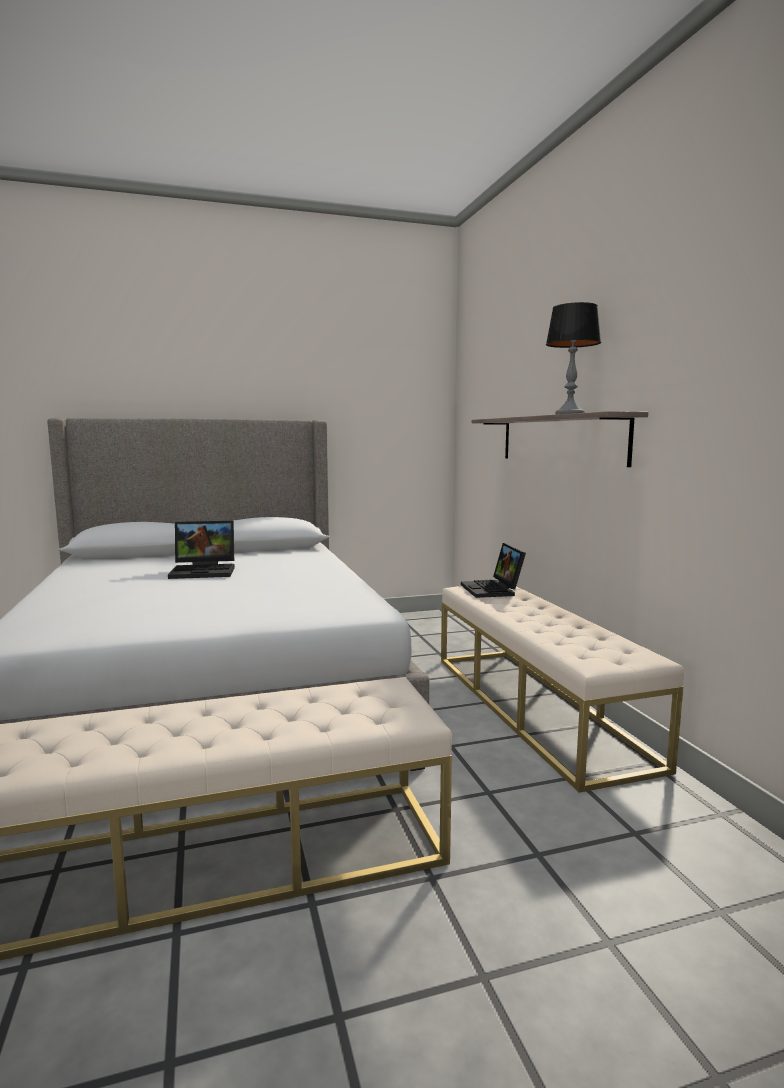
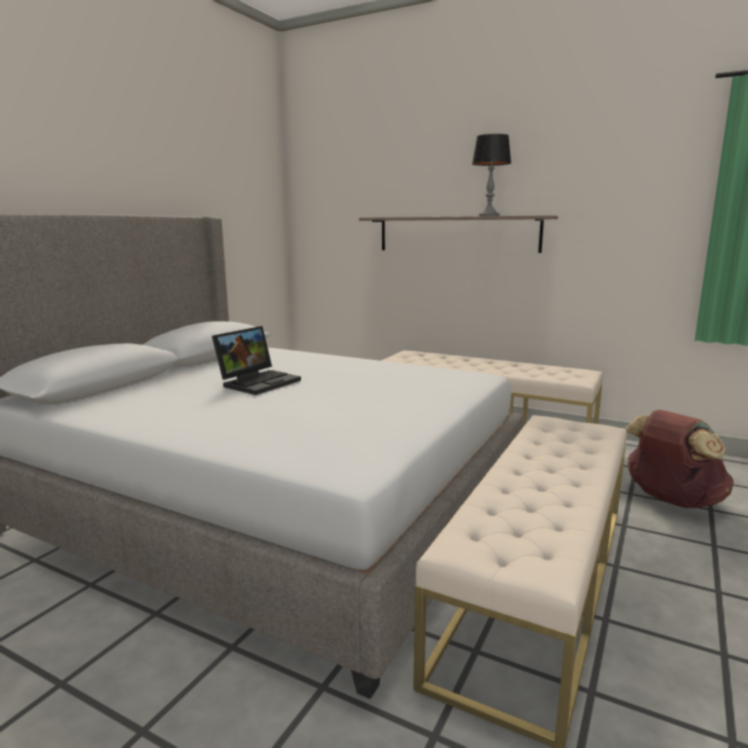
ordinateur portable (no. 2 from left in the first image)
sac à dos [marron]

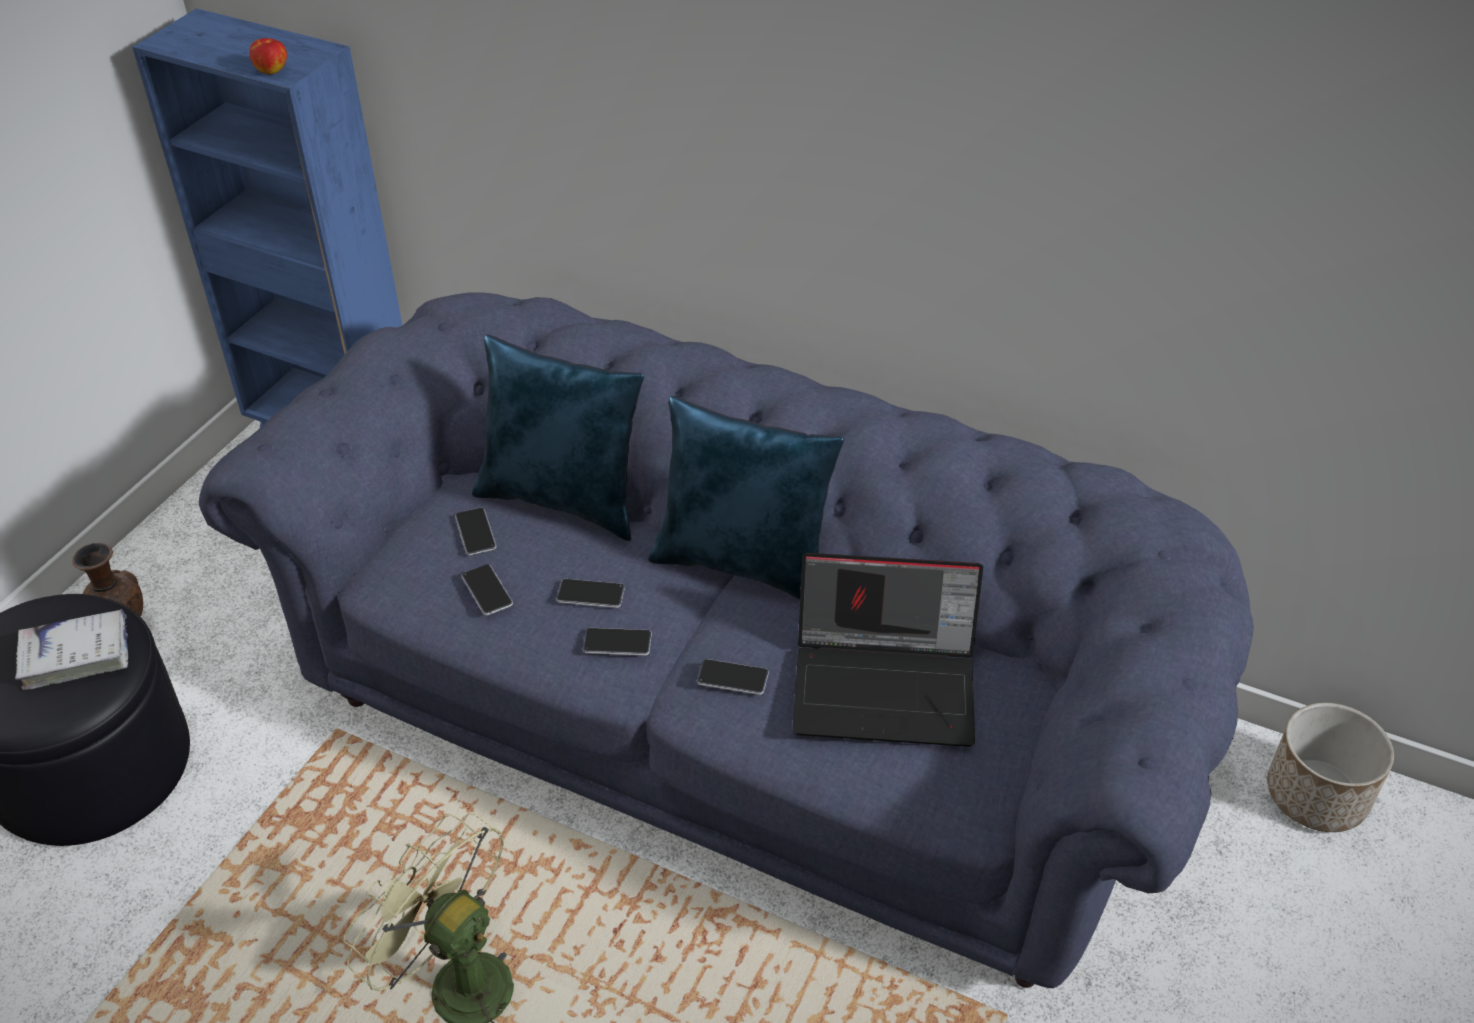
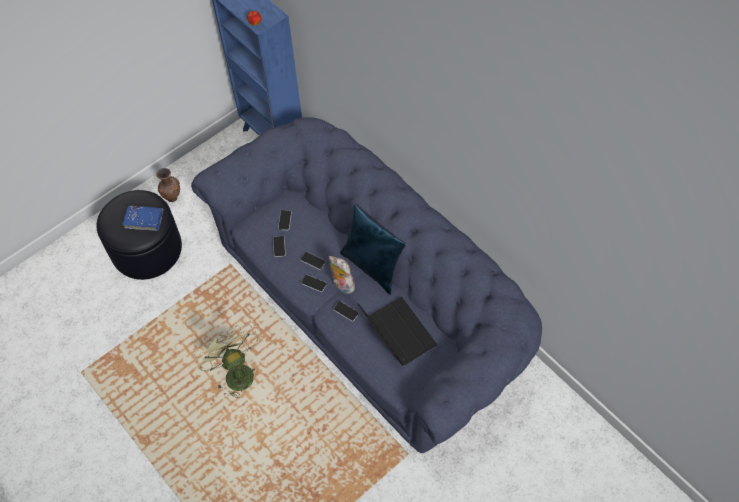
coussin [bleu] (no. 1 from left in the first image)
cache-pot
peluche
livre [bleu]
ordinateur portable

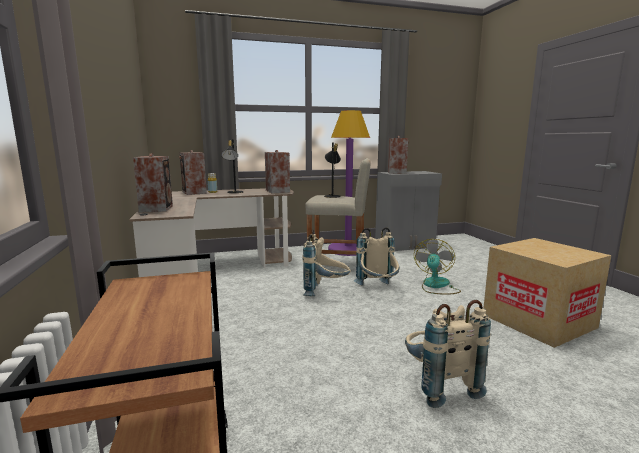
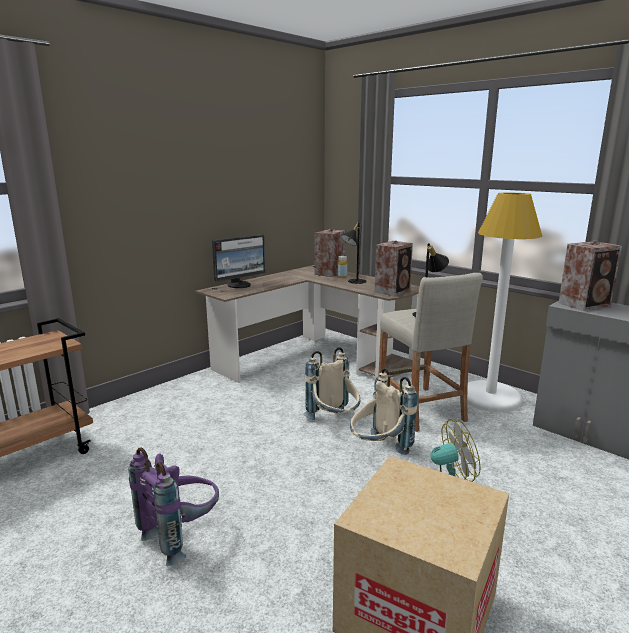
écran d'ordinateur
lampadaire [blanc]
sac à dos [violet]

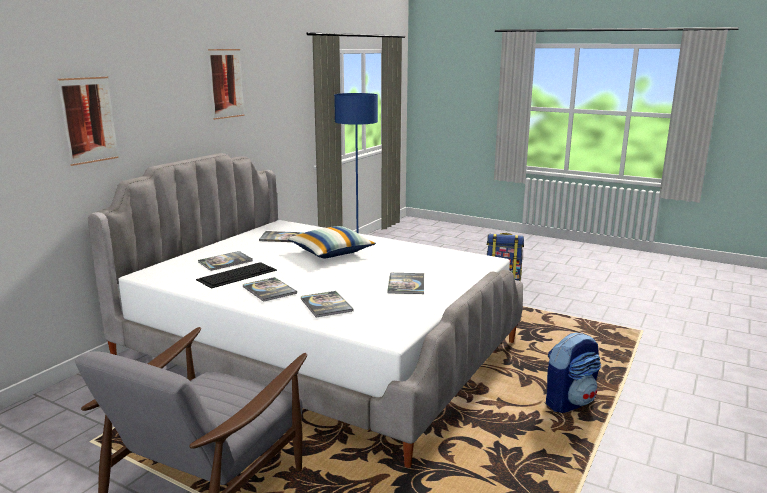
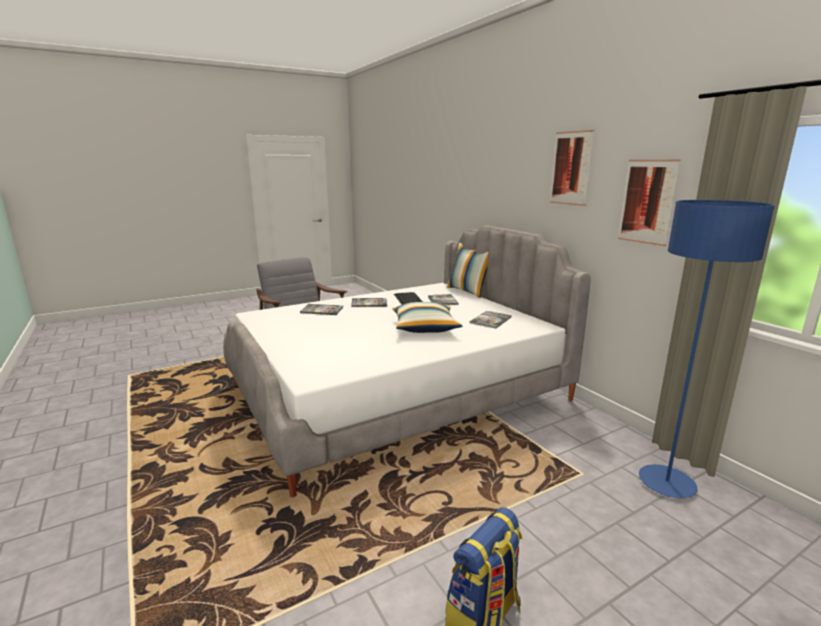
livre (no. 5 from left in the first image)
sac à dos (no. 2 from left in the first image)
coussin (no. 2 from left)
tableau (no. 2 from left)

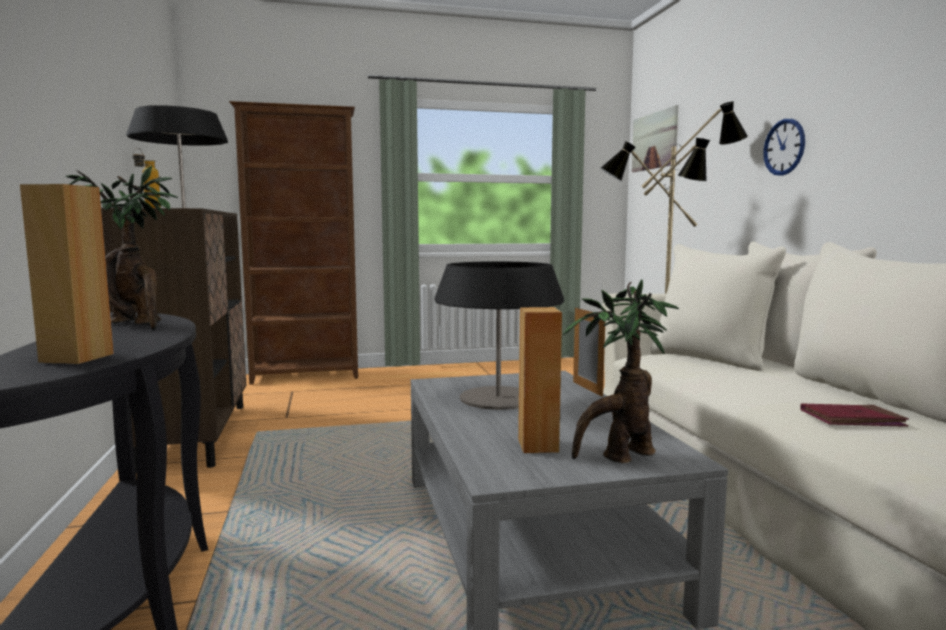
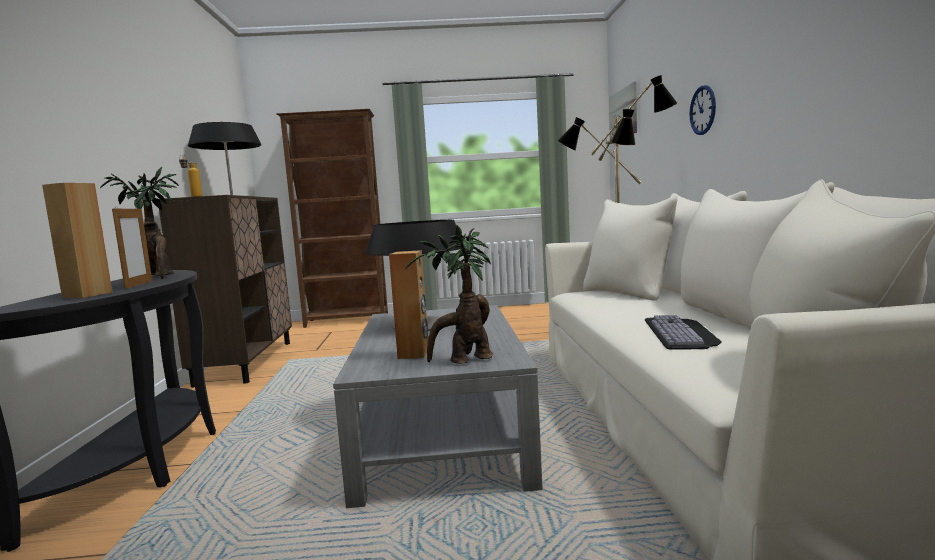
cadre photo
clavier

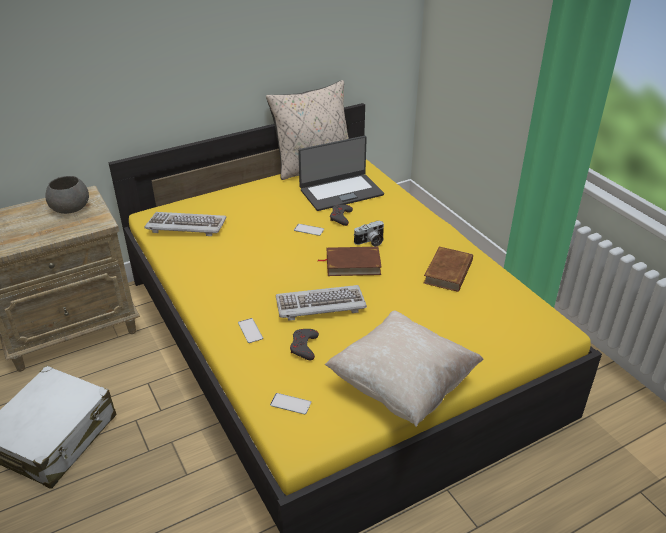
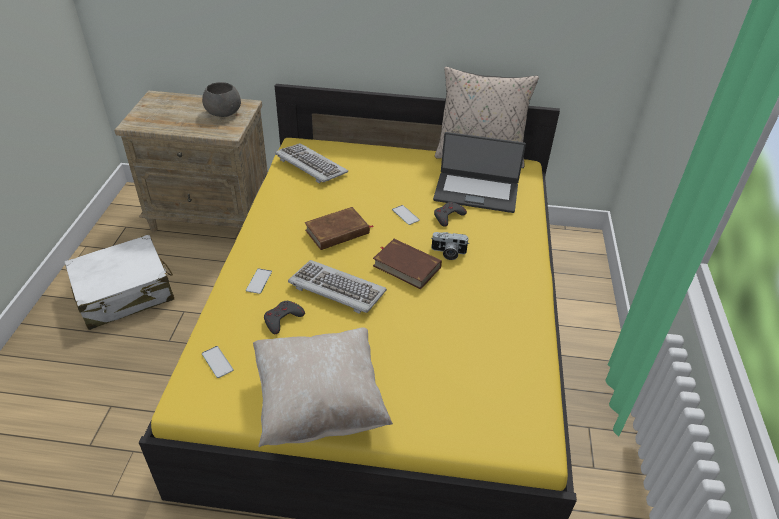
livre [marron] (no. 1 from left)

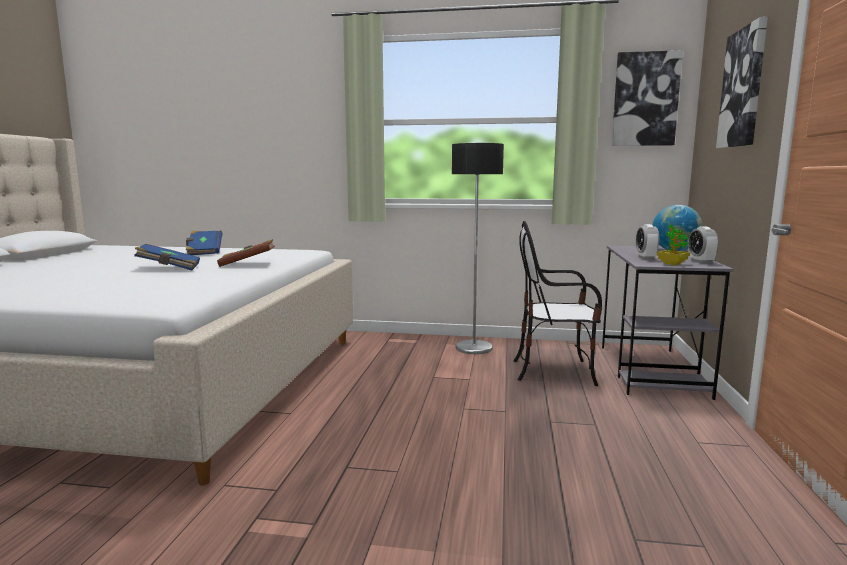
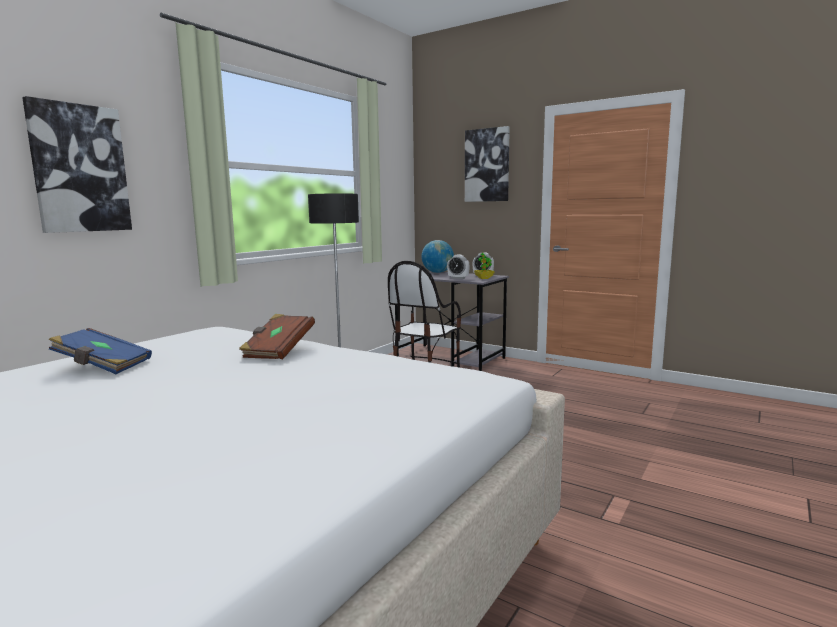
livre [bleu] (no. 1 from left in the first image)
tableau (no. 1 from left)

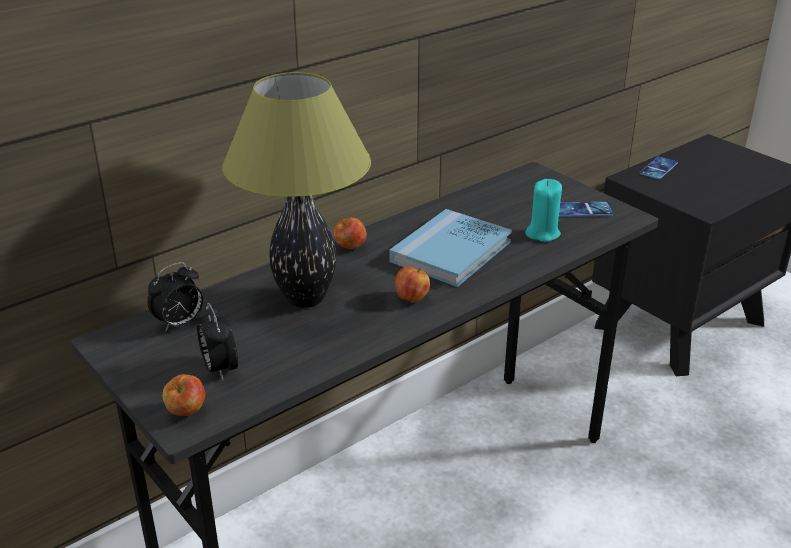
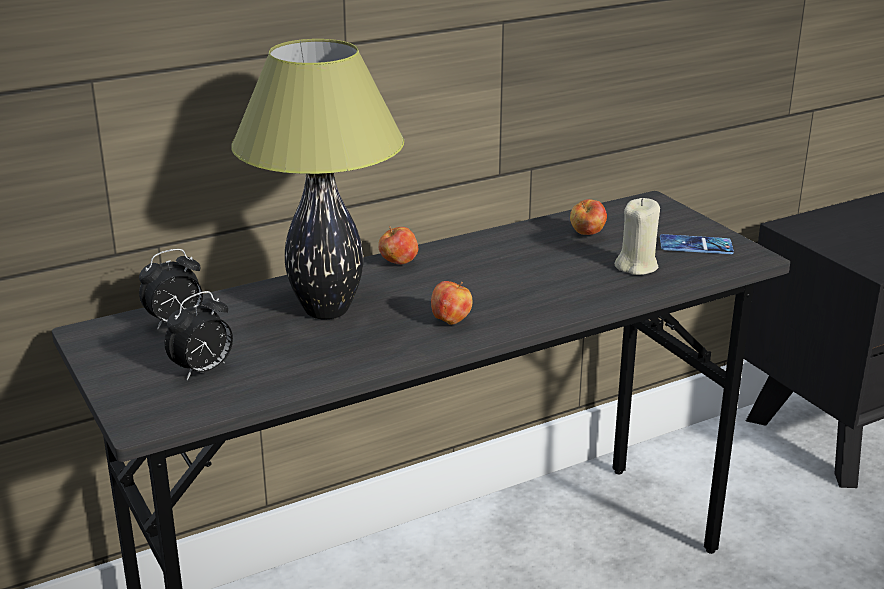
livre [bleu]
téléphone (no. 2 from left in the first image)
pomme (no. 3 from left)
bougie [beige]
réveil (no. 2 from left)

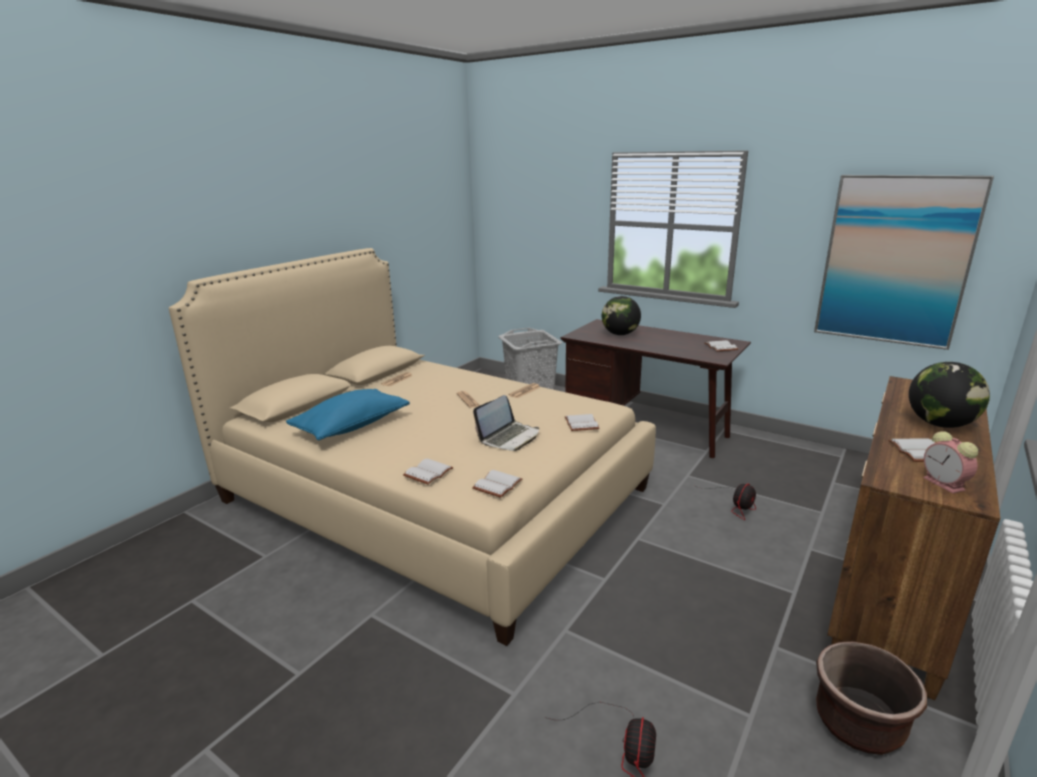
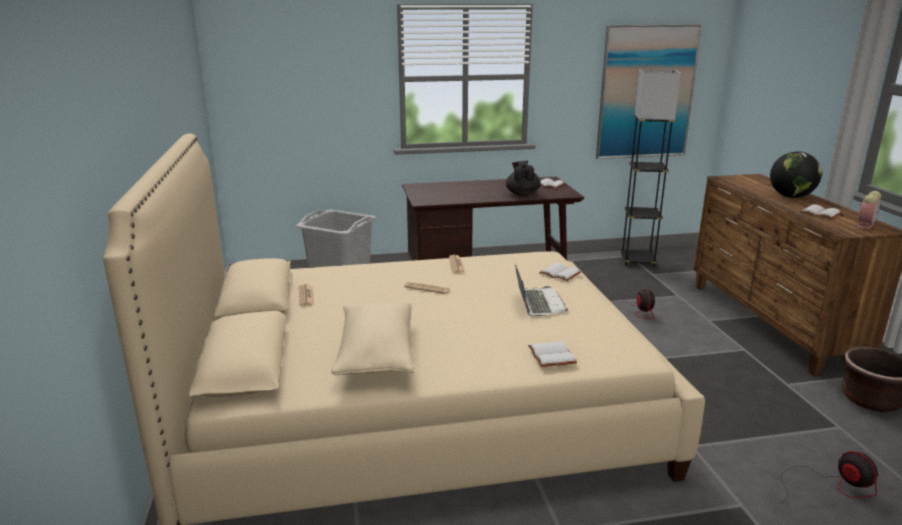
livre [blanc] (no. 2 from left in the first image)
globe (no. 1 from left in the first image)
théière [noir]
lampadaire [gris]
coussin [beige]
réveil

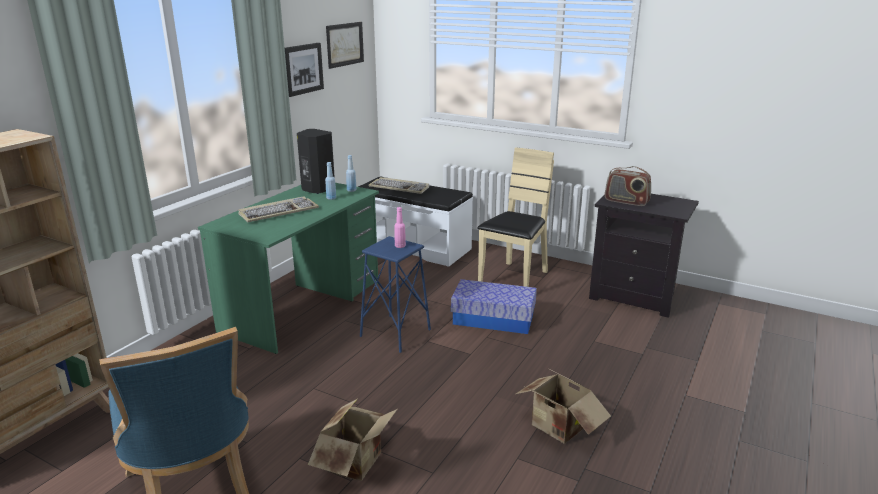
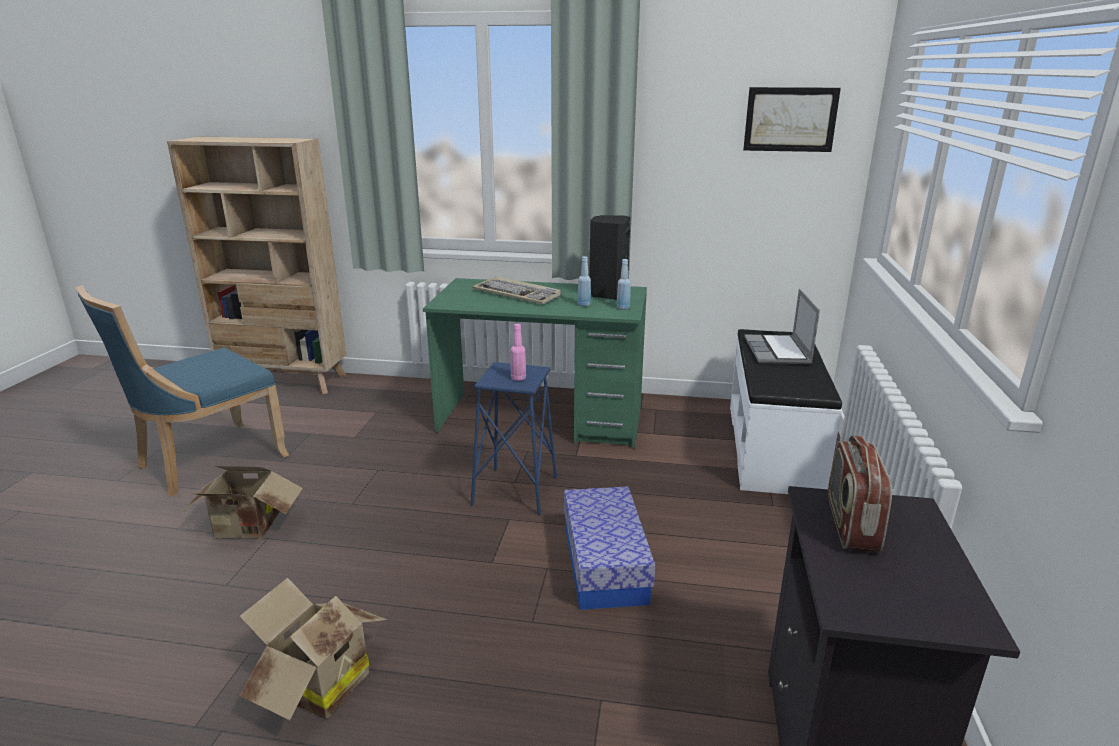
tableau (no. 1 from left in the first image)
chaise [beige]
ordinateur portable

